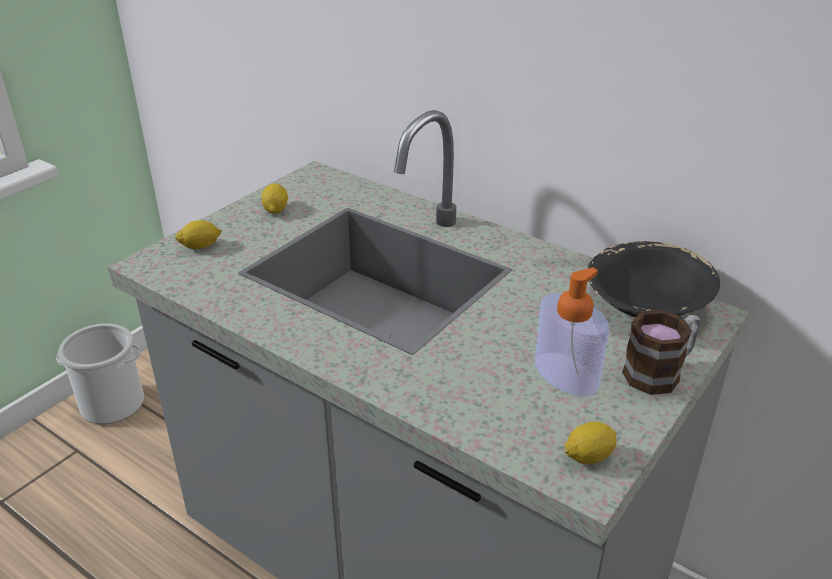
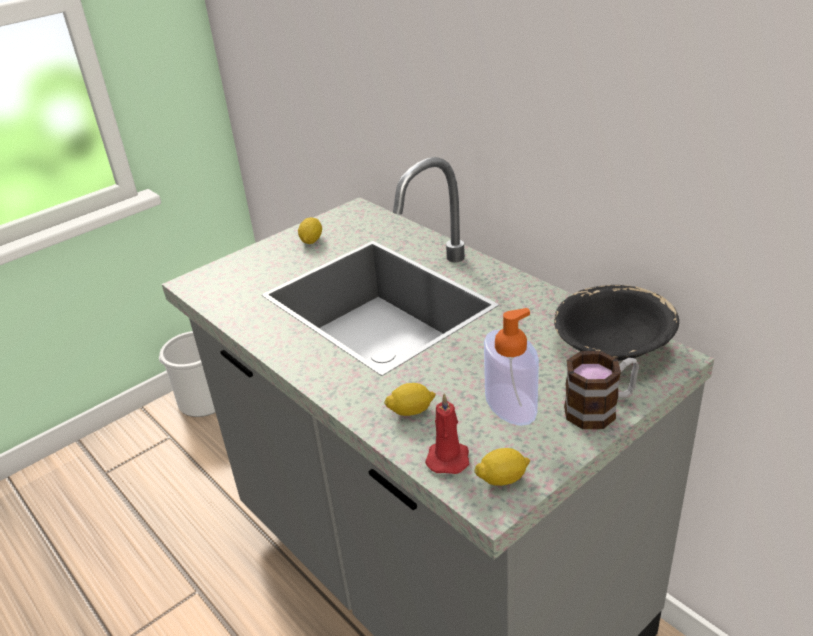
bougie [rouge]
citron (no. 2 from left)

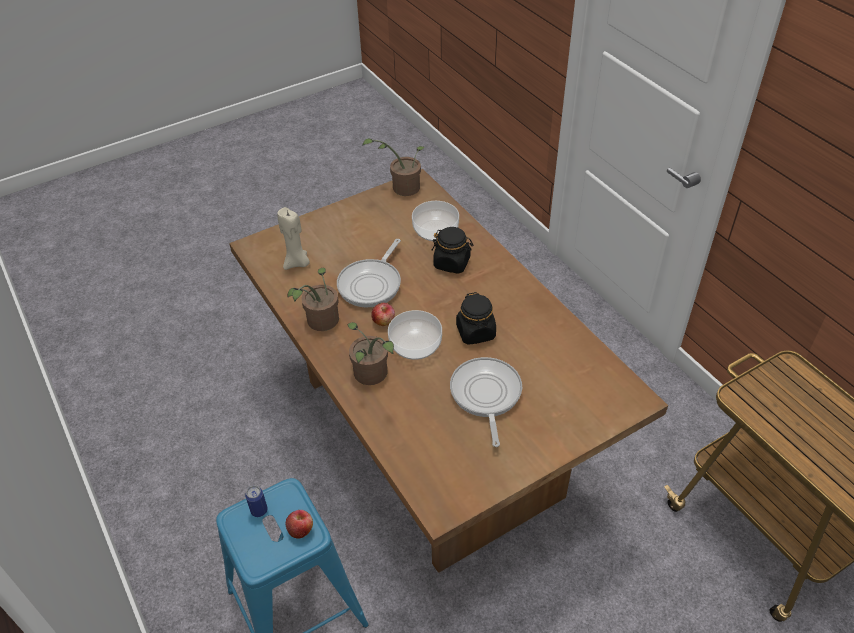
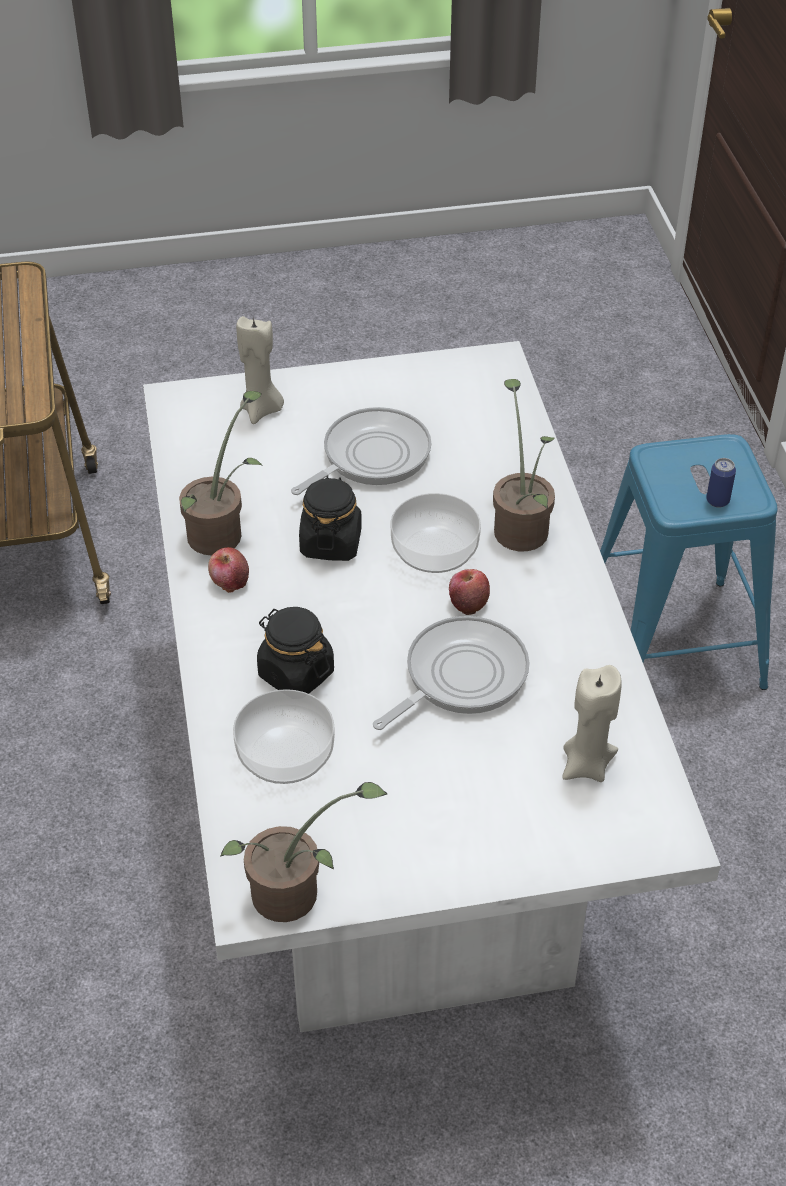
bougie [beige] (no. 1 from left)
pomme (no. 1 from left)
plante en pot (no. 1 from left)
table à manger [blanc]
poêle (no. 1 from left)

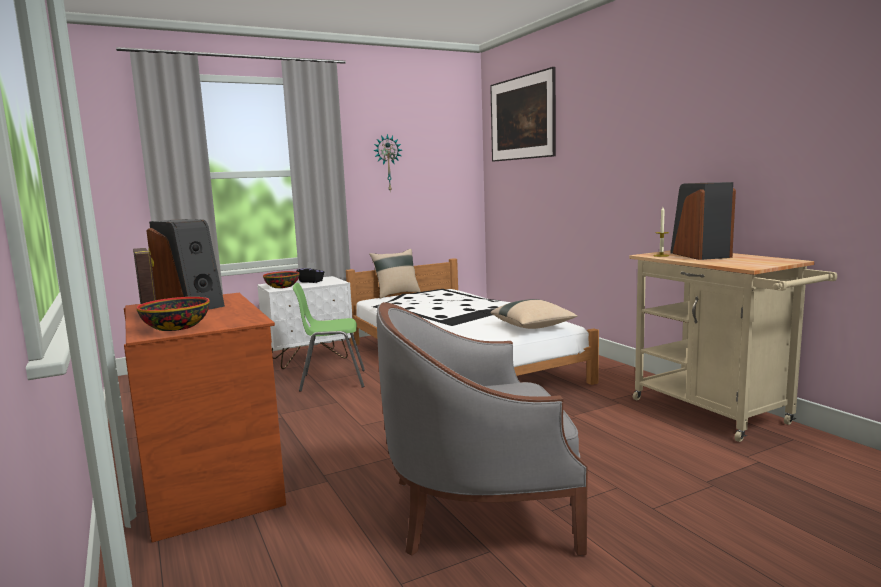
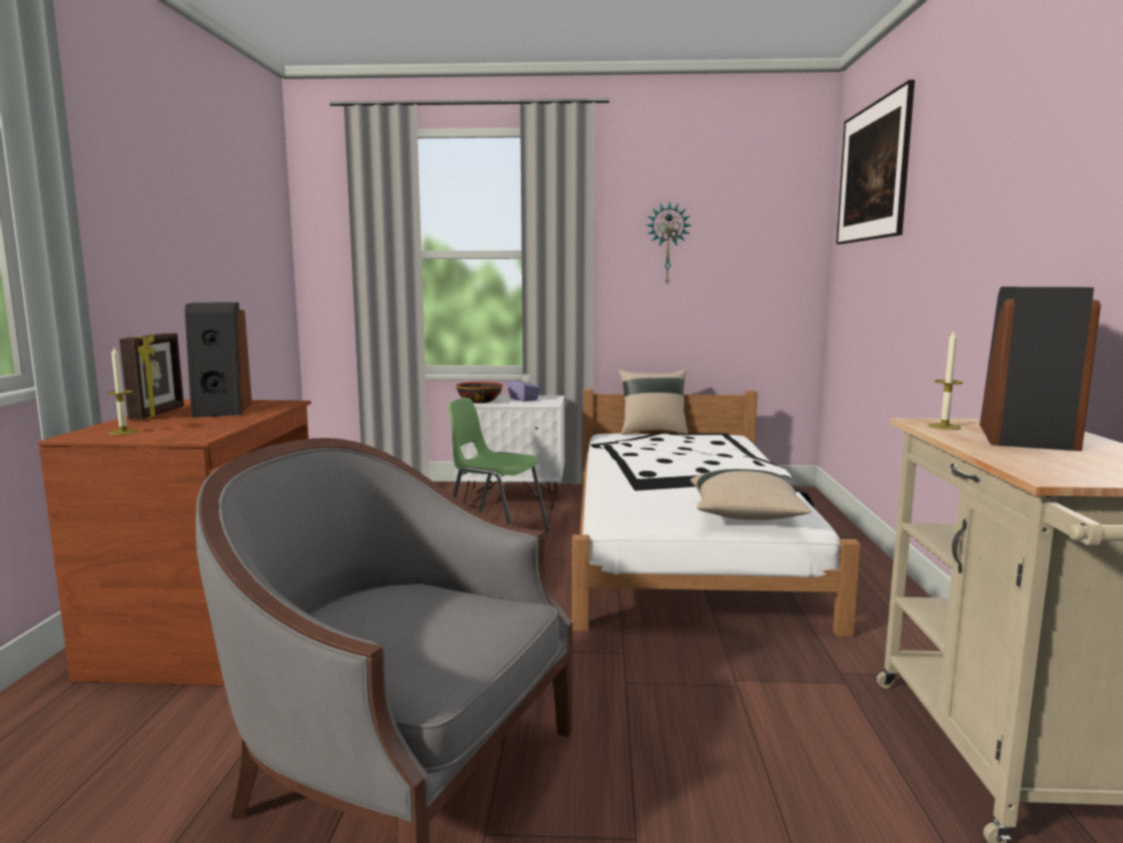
bougie (no. 1 from left)
boîte à mouchoirs [violet]

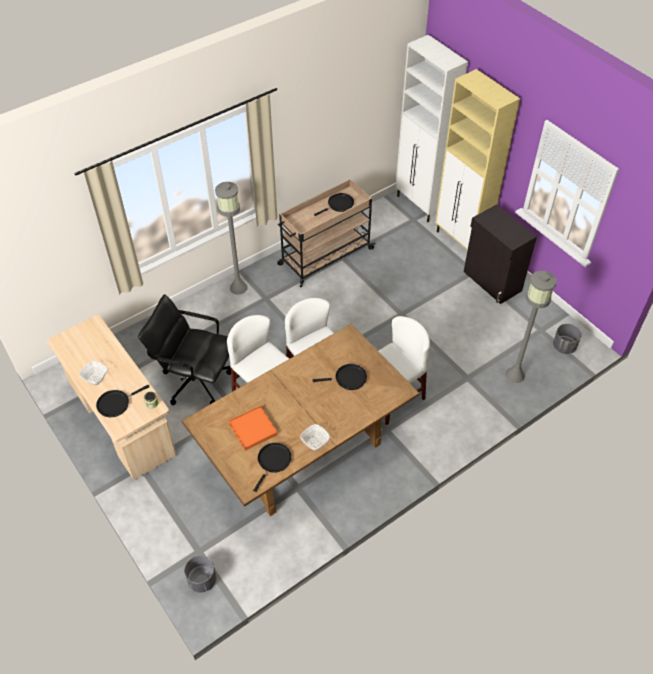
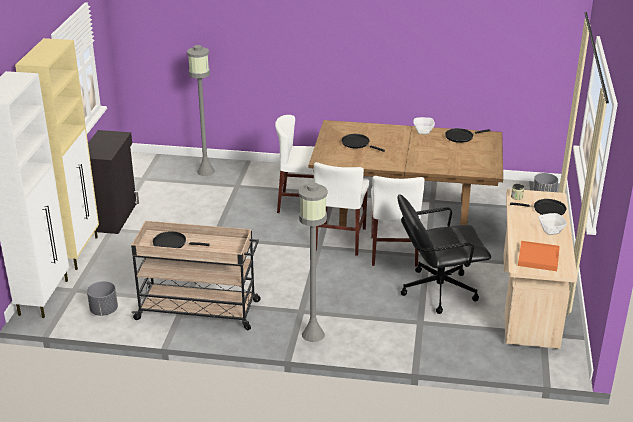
plateau [orange]
cache-pot [gris] (no. 1 from left)
chaise de bureau [noir]

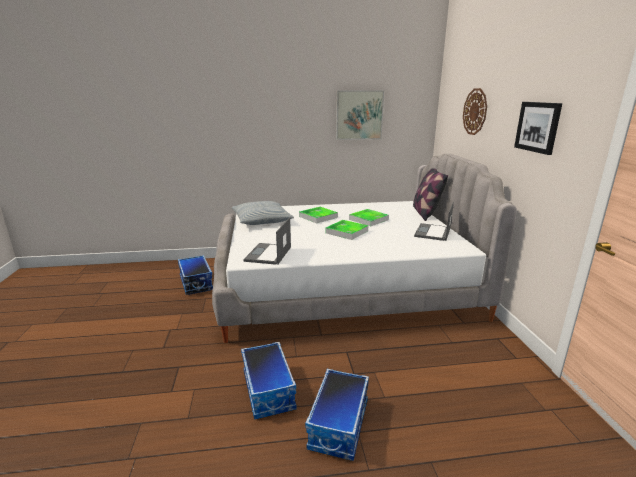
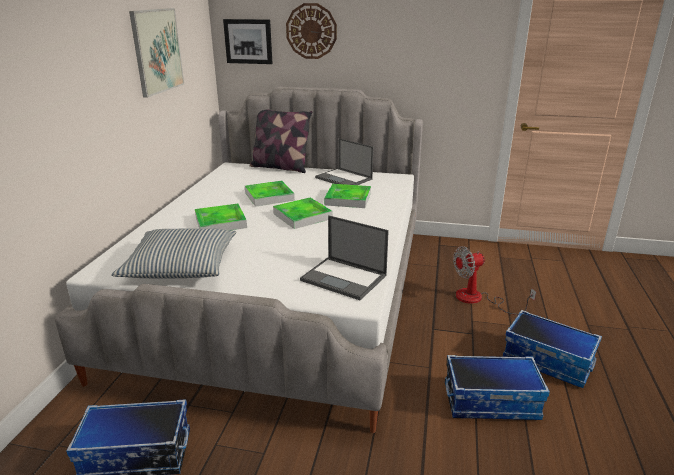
plateau (no. 4 from left)
ventilateur
tableau (no. 2 from left)

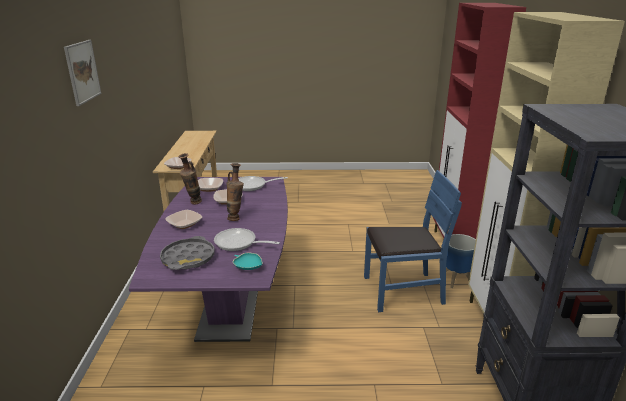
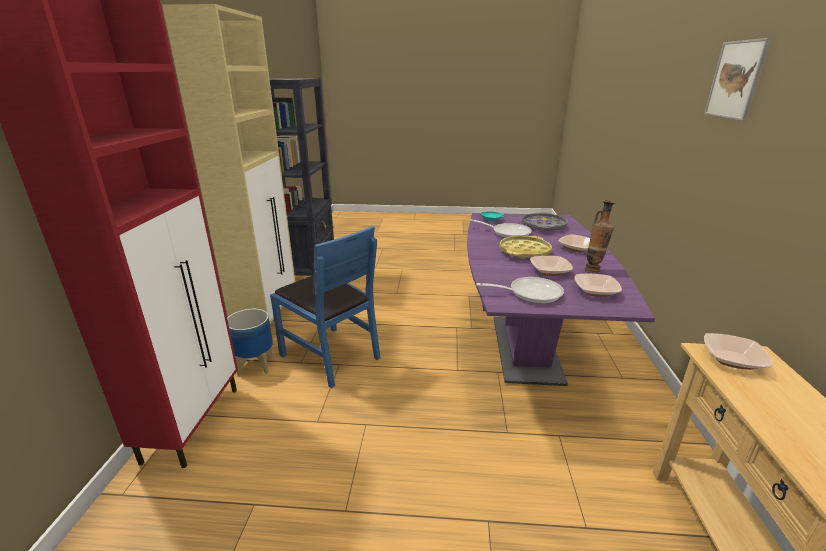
plateau [jaune]
chaise [bleu]

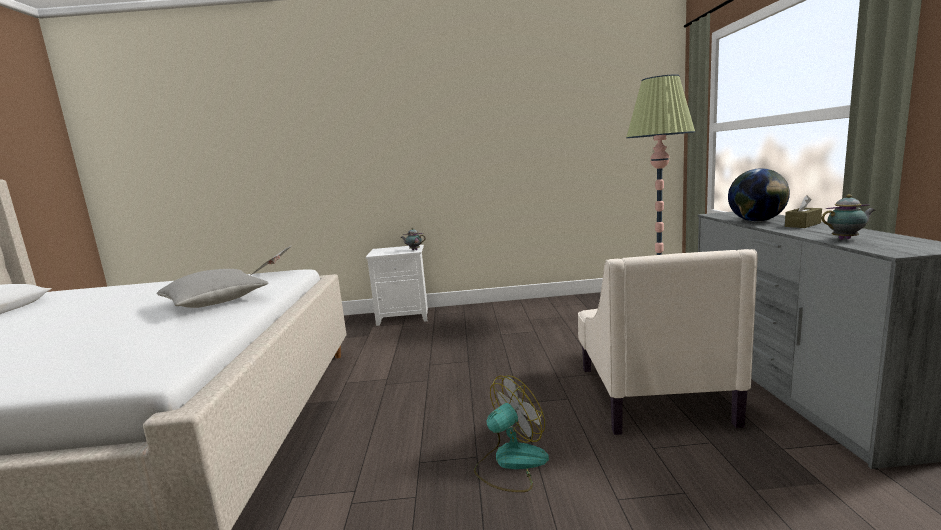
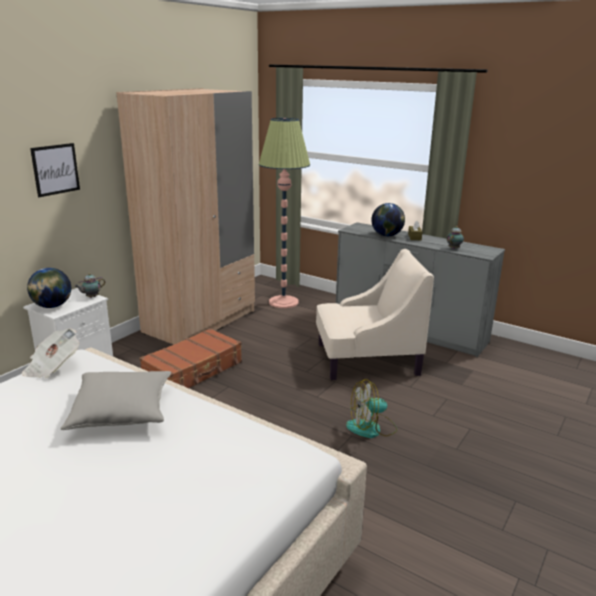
globe (no. 1 from left)
tableau
armoire [beige]
valise [marron]
ventilateur
fauteuil [beige]

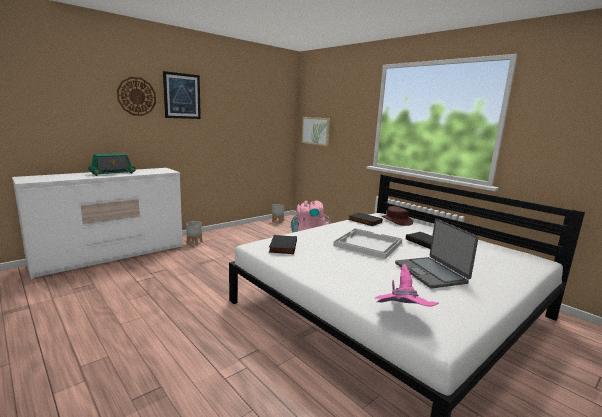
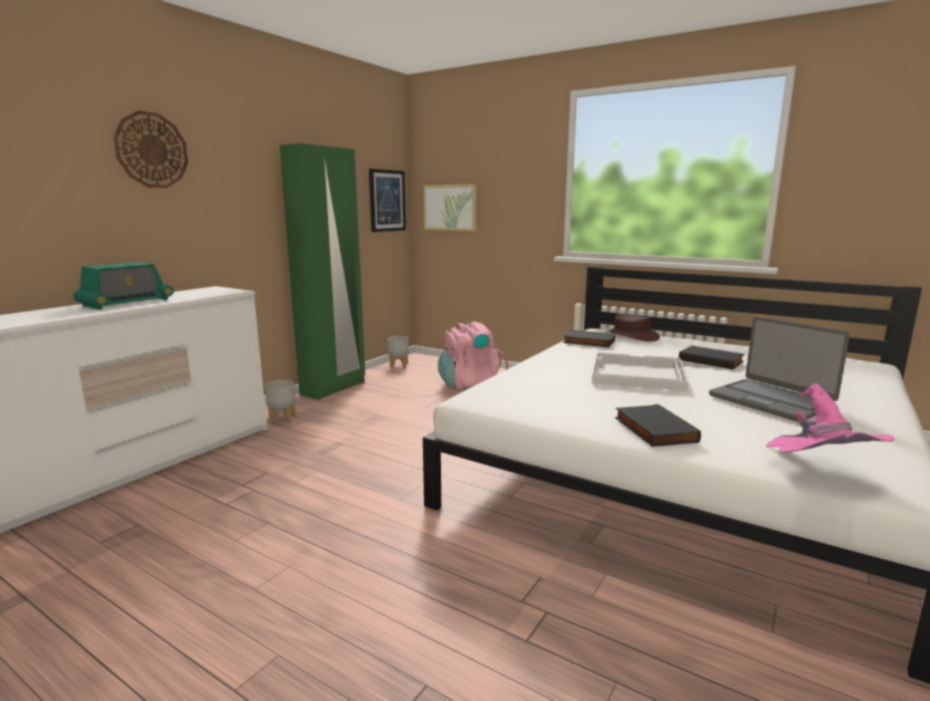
armoire [vert]
tableau (no. 1 from left)
livre [noir] (no. 2 from left)

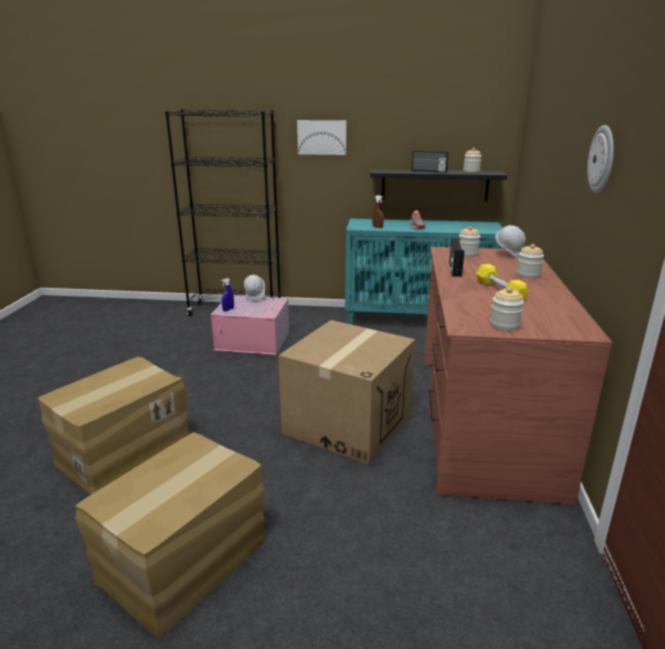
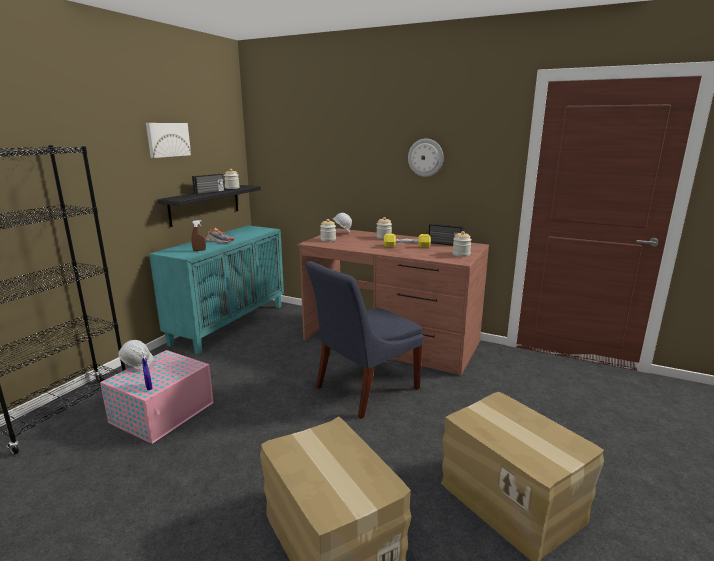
tableau
radio (no. 2 from left)
chaise [bleu]

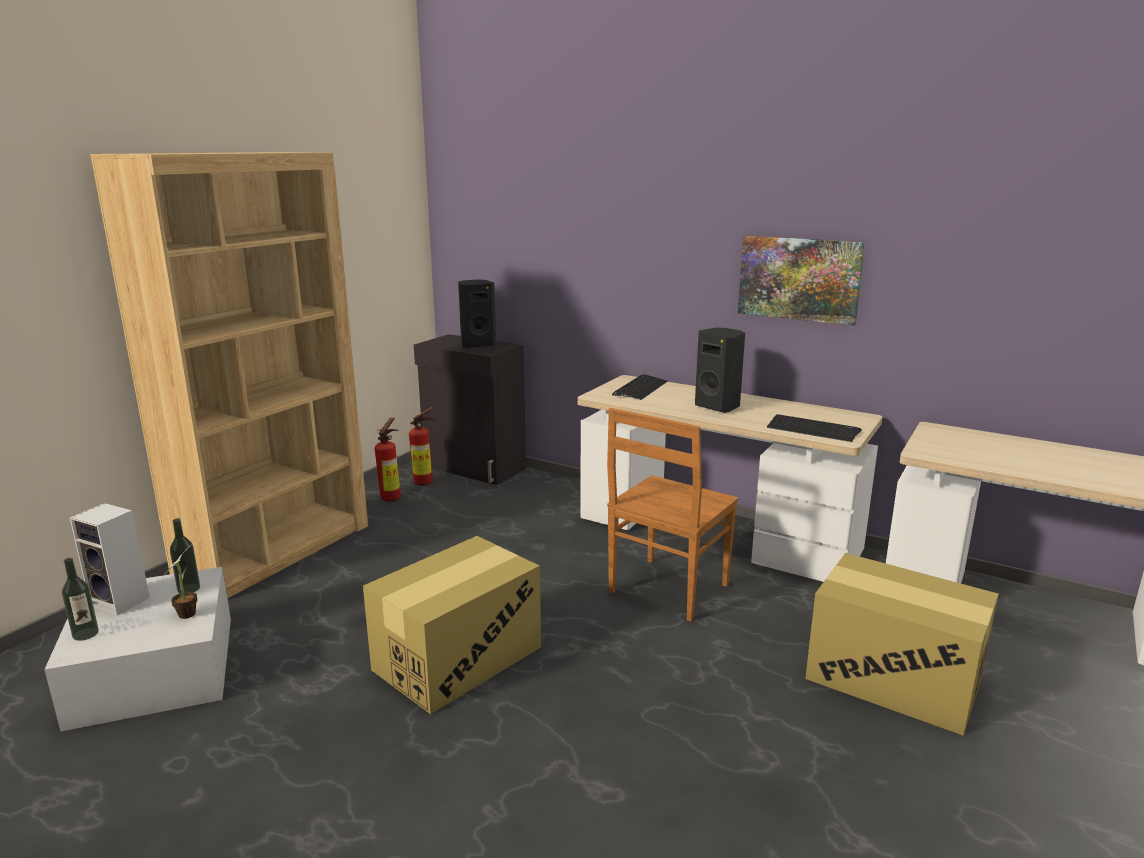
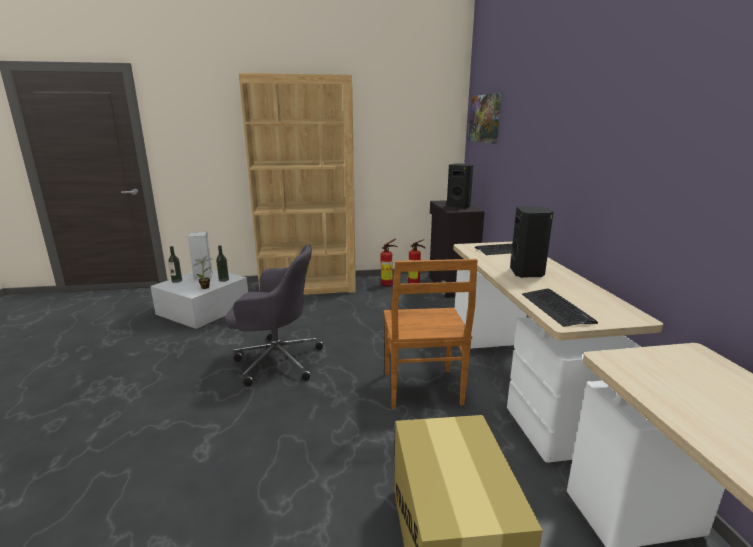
tableau
chaise de bureau [gris]
chaise [marron]

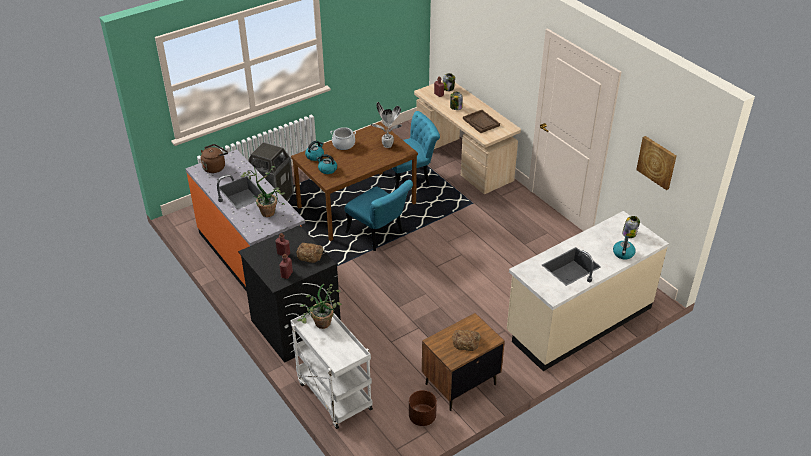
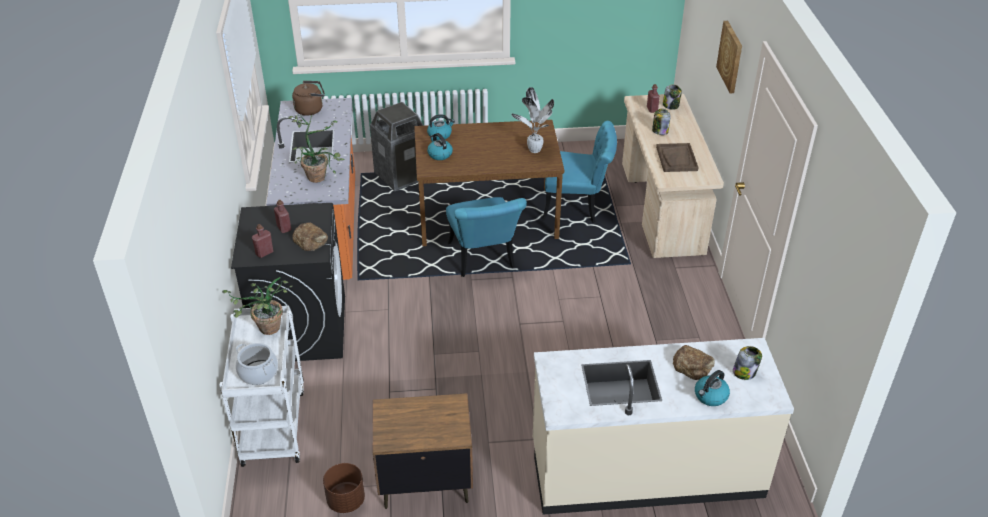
marmite
pain (no. 2 from left)
tableau

